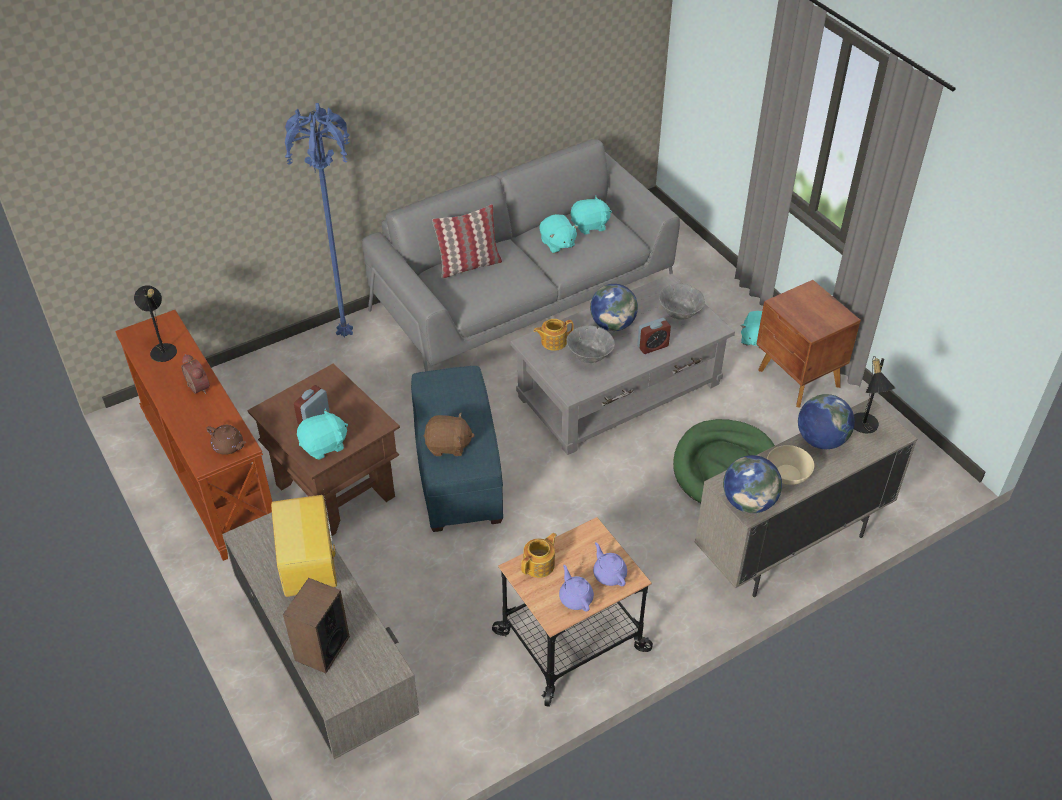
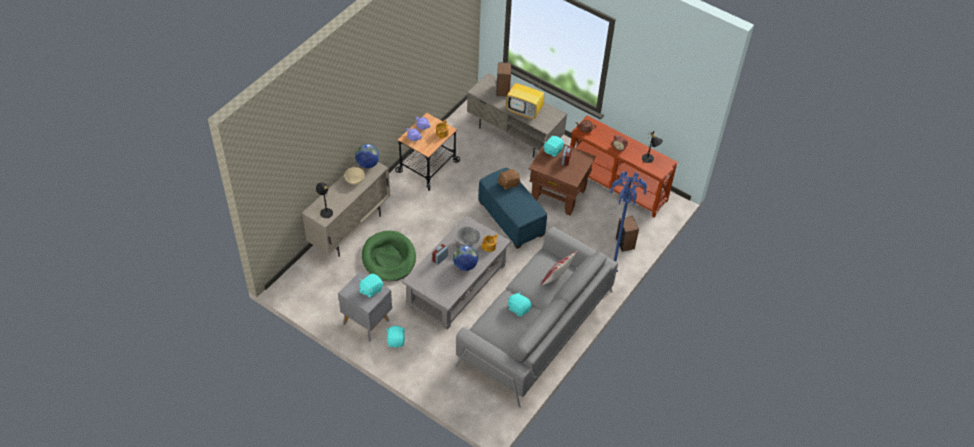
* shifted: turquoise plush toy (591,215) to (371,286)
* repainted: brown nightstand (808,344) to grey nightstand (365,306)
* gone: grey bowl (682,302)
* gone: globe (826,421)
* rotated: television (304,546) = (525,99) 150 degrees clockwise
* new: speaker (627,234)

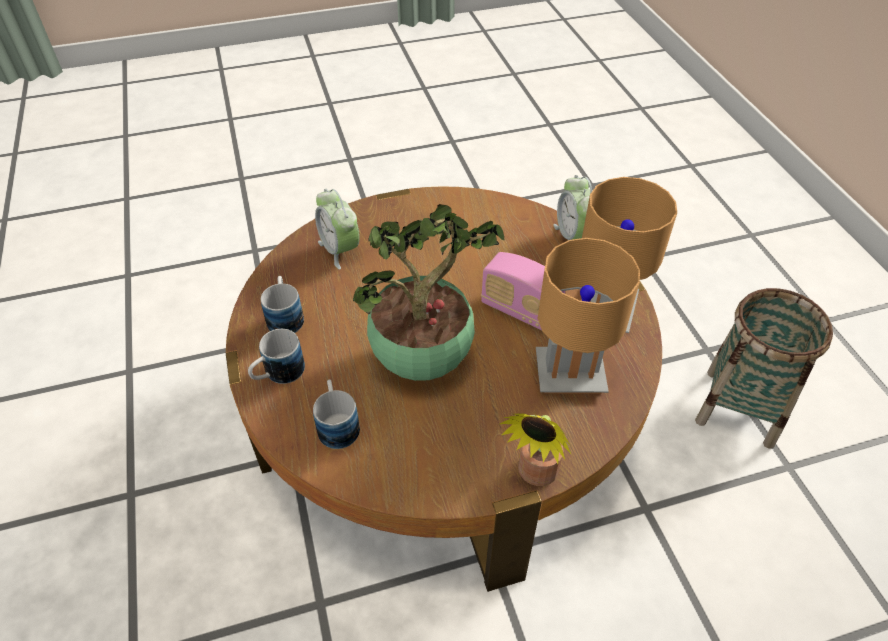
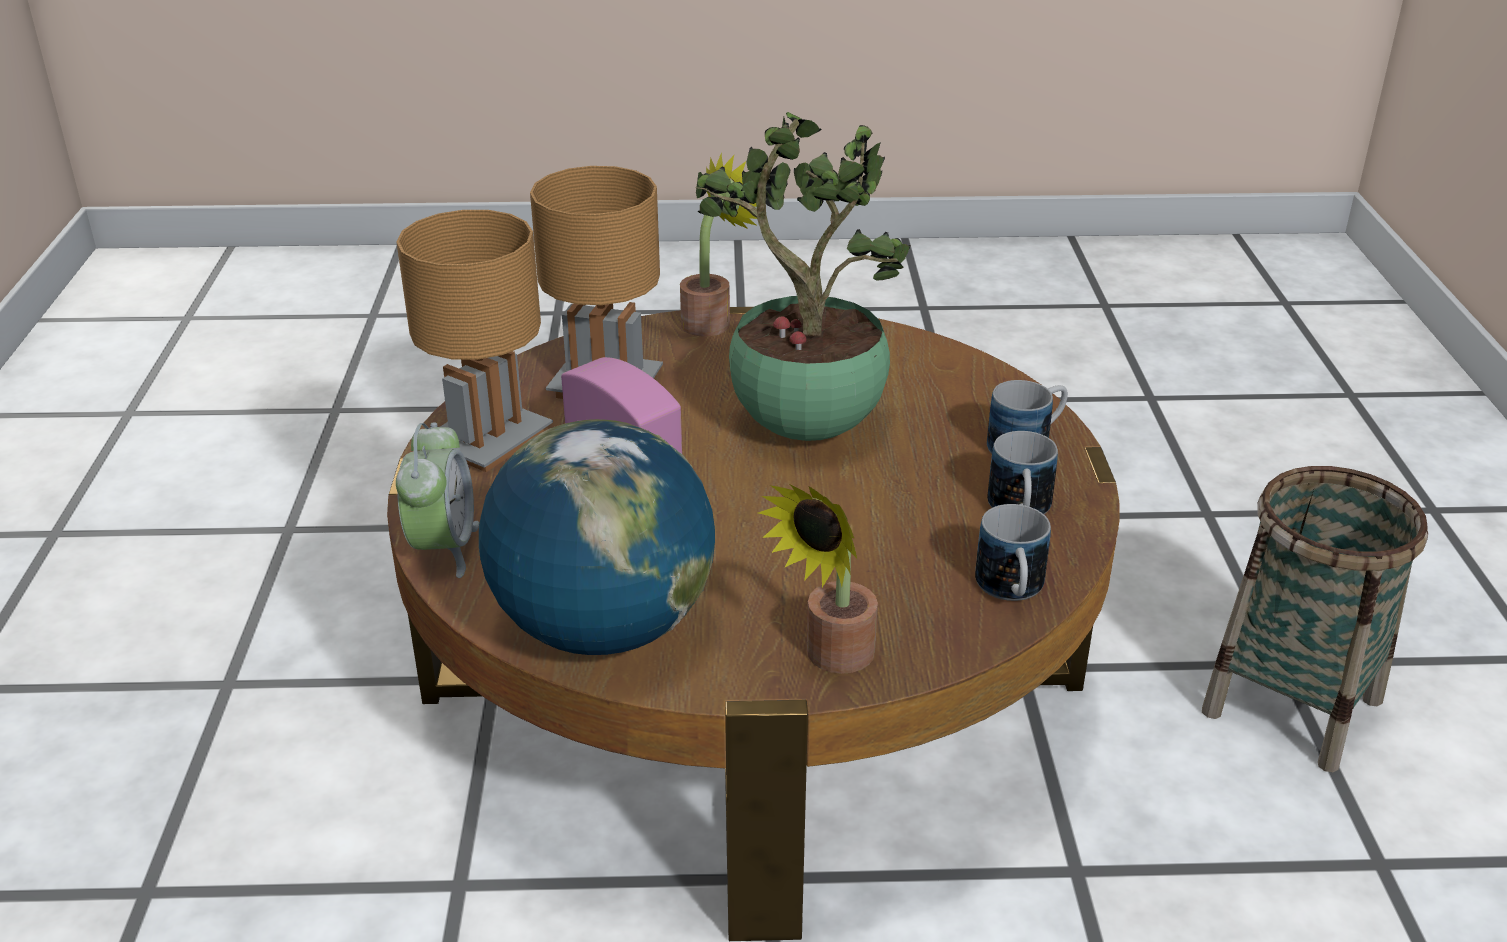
* gone: alarm clock (337,229)
* shifted: basket (764,368) to (1315,619)
* shifted: mug (336,414) to (1013,552)
* new: globe (597,537)
* new: potted plant (818,579)

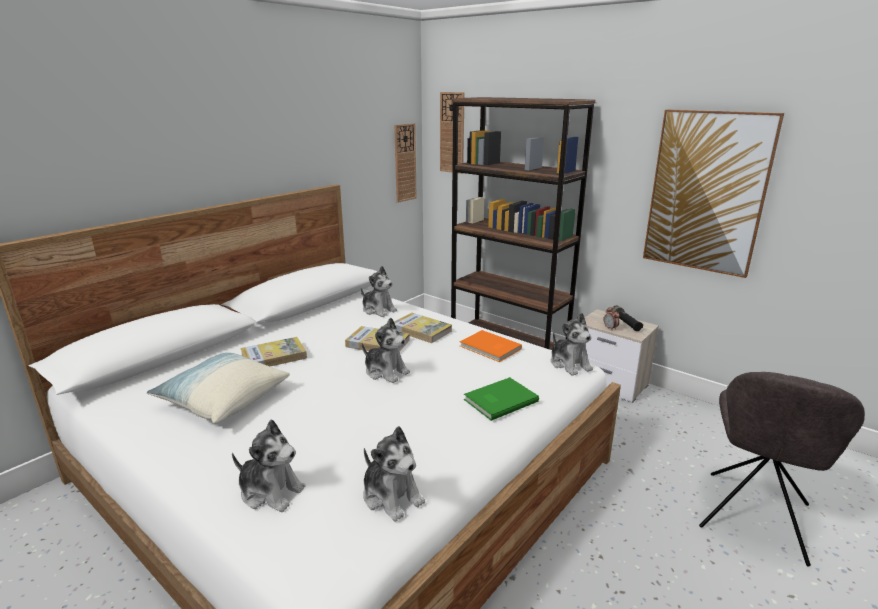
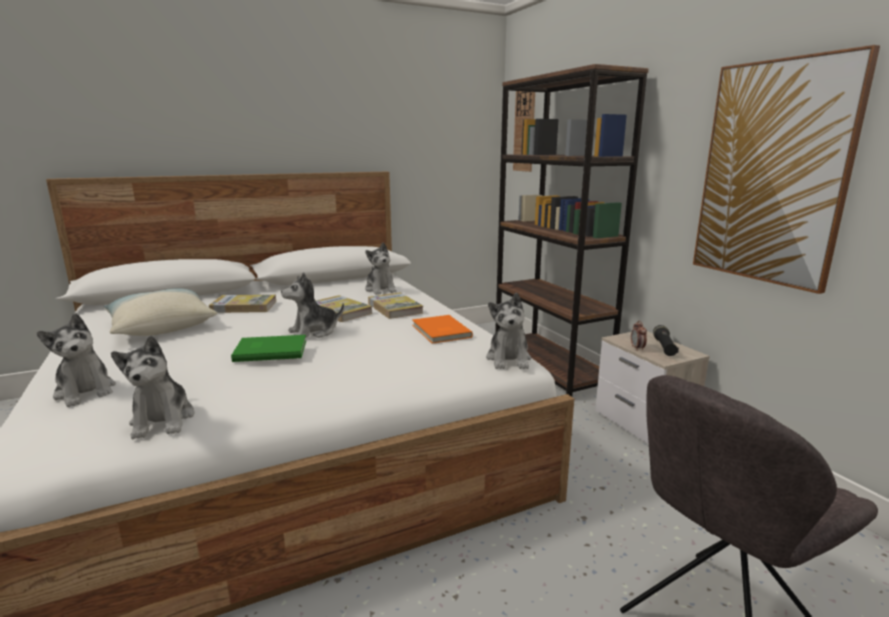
* gone: wall clock (405,163)
* rotated: plush toy (386,350) = (312,305) 90 degrees clockwise
* shifted: green book (501,399) to (268,348)

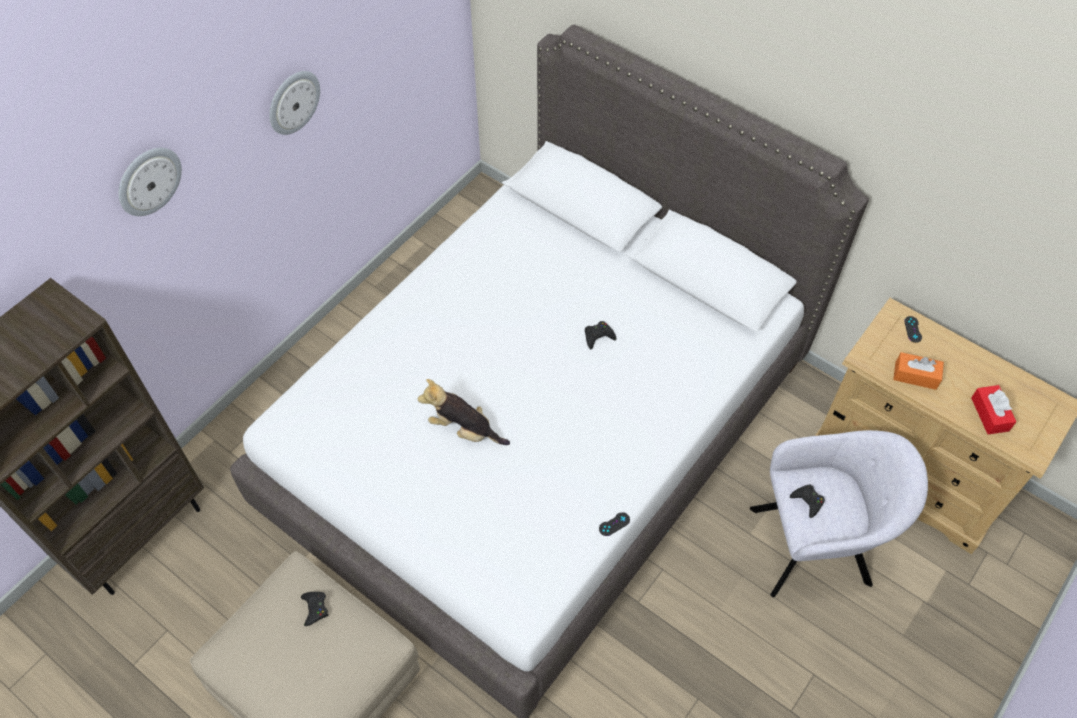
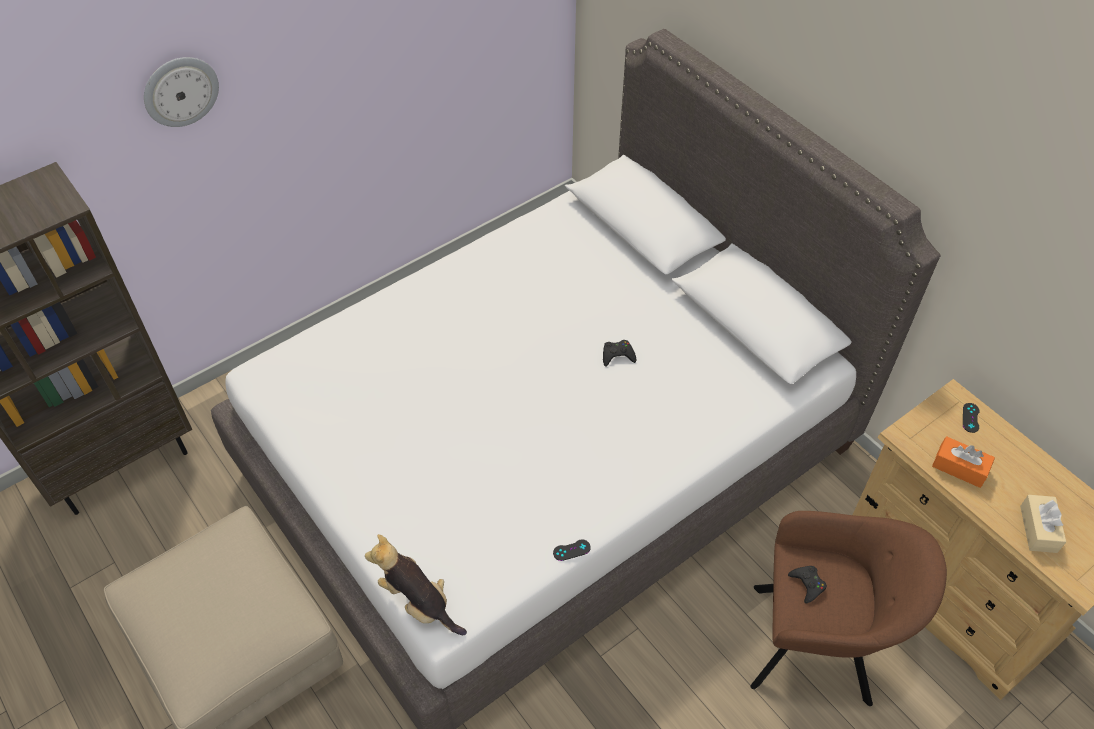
* gone: wall clock (294,103)
* shifted: plush toy (464,412) to (416,584)
* repainted: red tissue box (993,410) to beige tissue box (1043,524)
* repainted: grey armchair (839,513) to brown armchair (848,608)
* gone: black game controller (315,609)

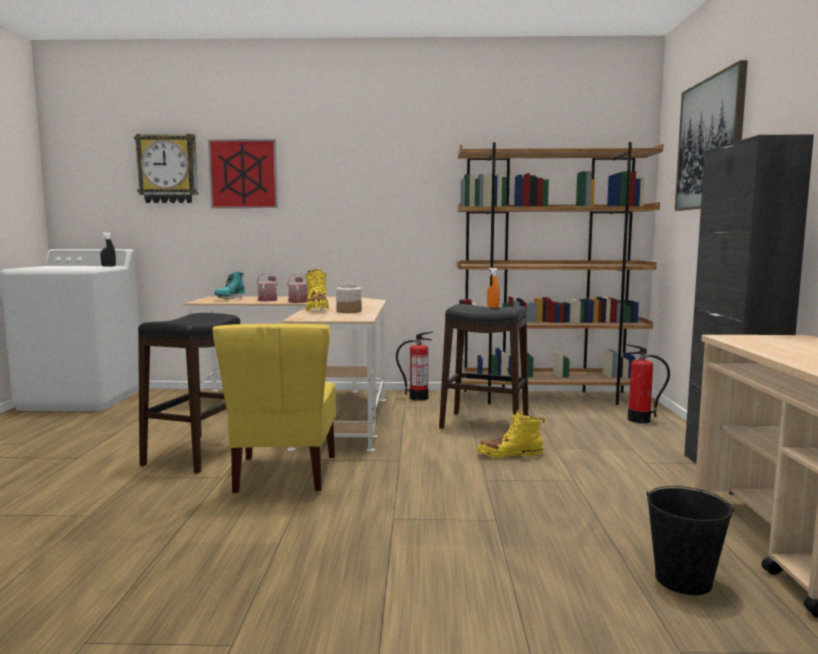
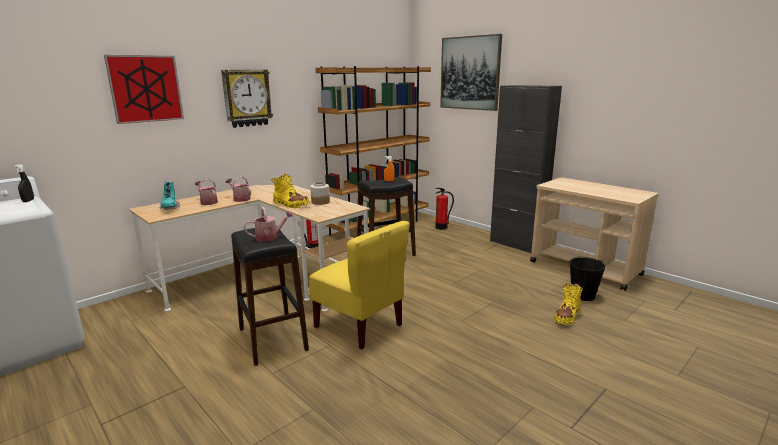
* shifted: wall clock (166,168) to (247,99)
* shifted: yellow boot (511,434) to (568,304)
* new: watering can (268,224)

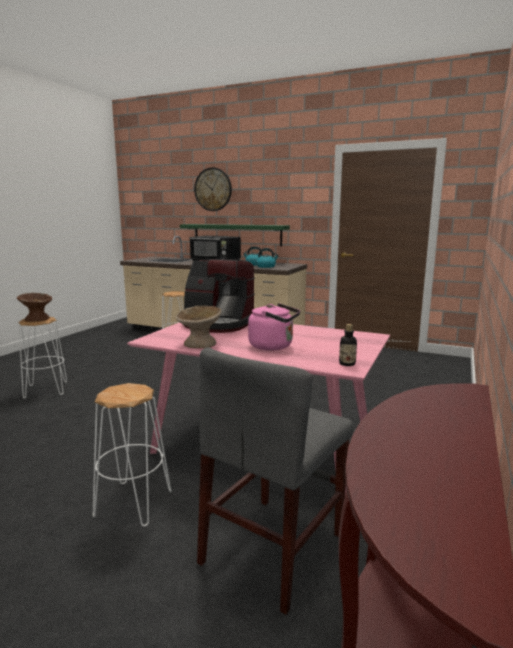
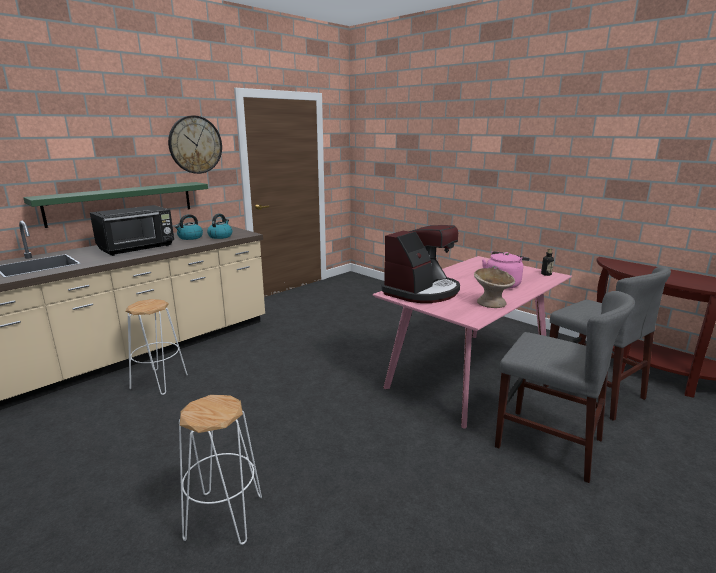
* shifted: wall clock (213,189) to (195,144)
* gone: brown bowl (34,307)
* swapped: white stool (131,455) to grey chair (565,387)

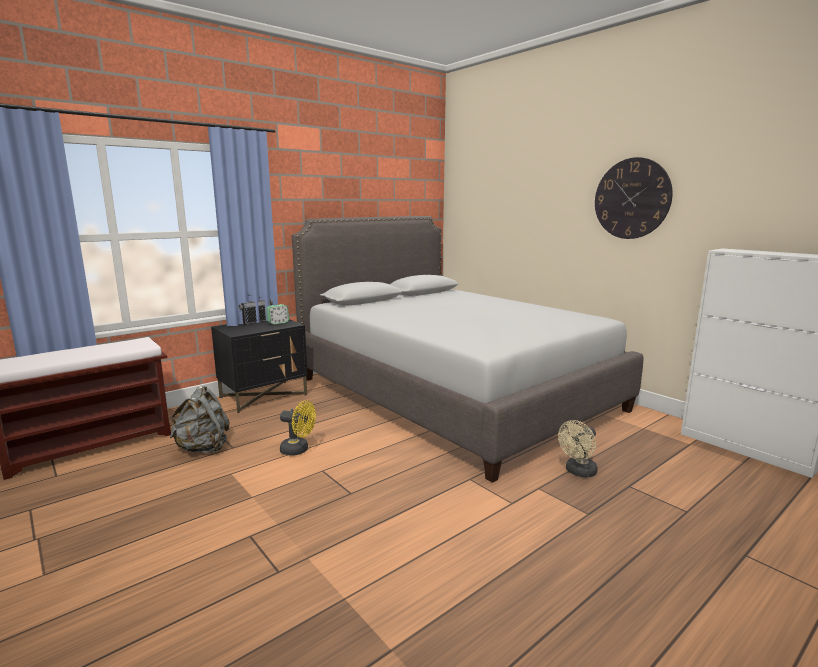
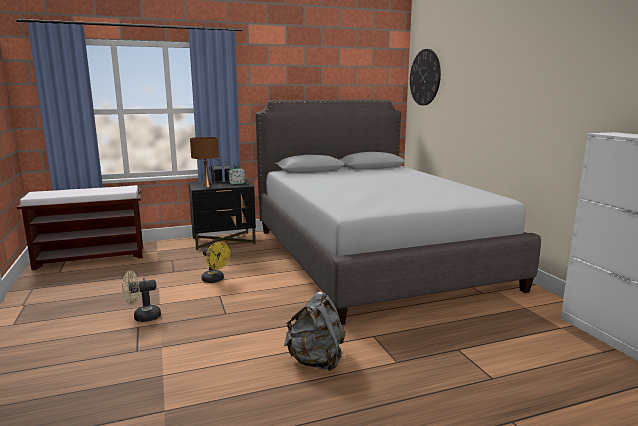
* shifted: wall clock (634,198) to (425,77)
* shifted: grey backpack (200,419) to (314,331)
* shifted: beige fan (578,448) to (141,296)
* new: brown table lamp (204,162)

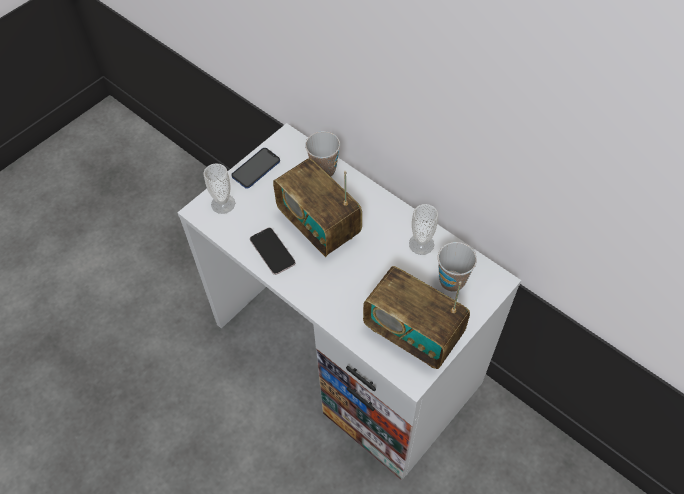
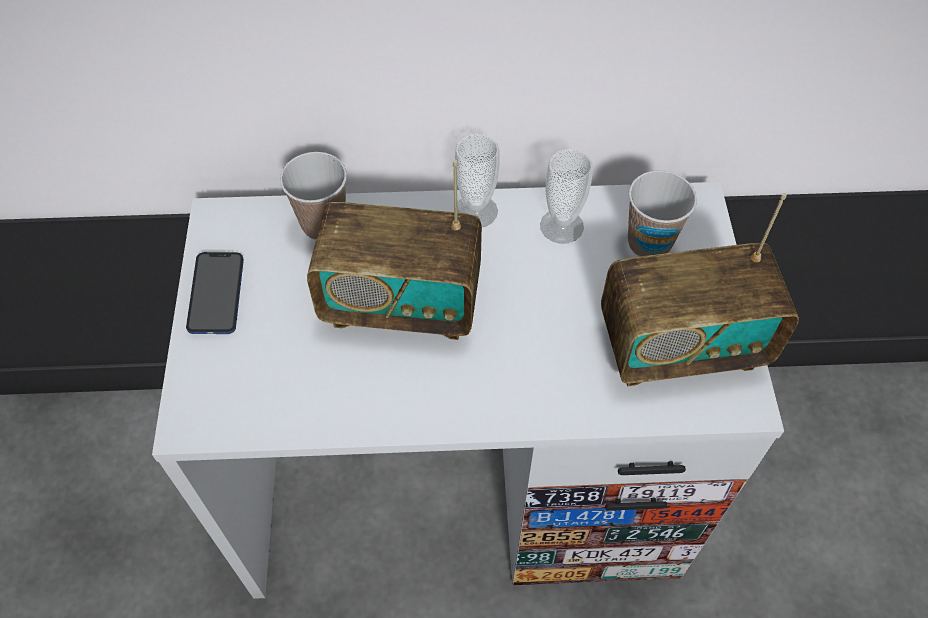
* shifted: cup (219,188) to (477,180)
* gone: phone (272,251)

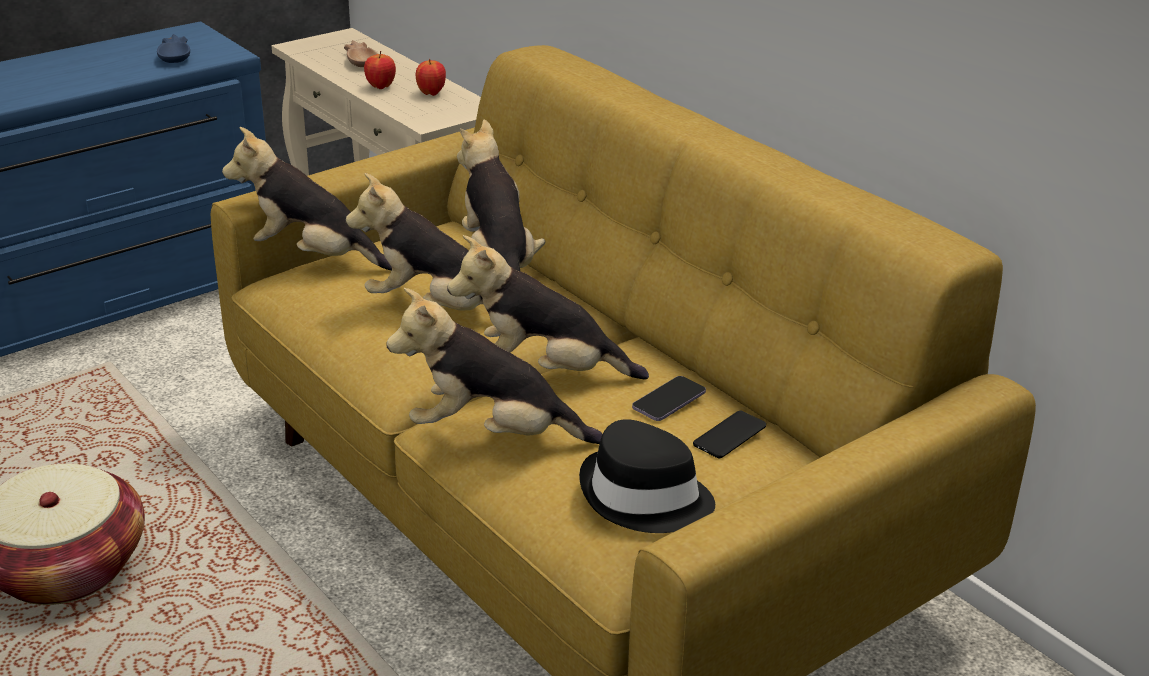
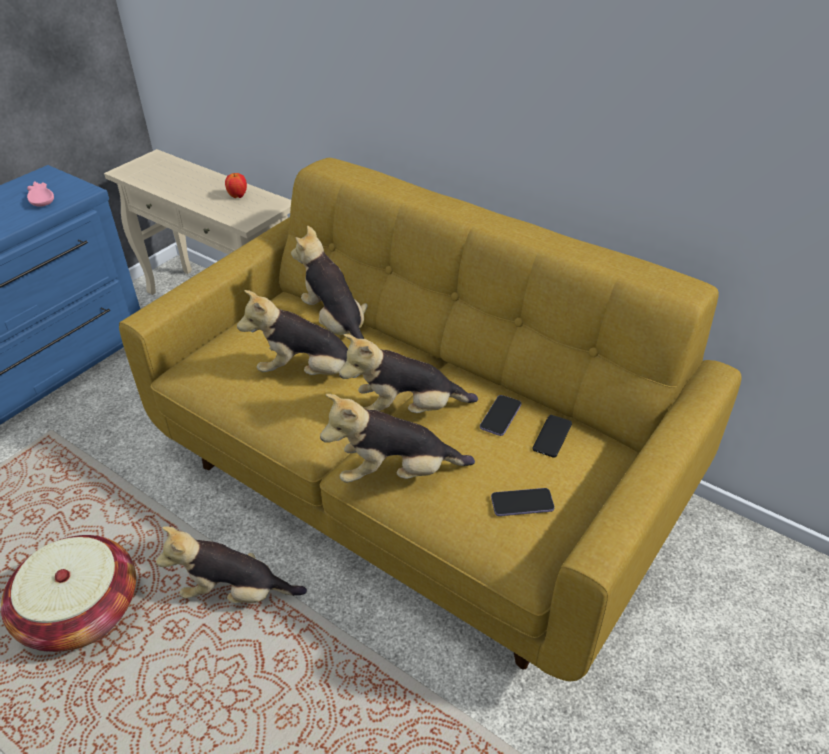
* repainted: blue bowl (173,48) to pink bowl (40,194)
* gone: brown bowl (361,53)
* gone: apple (380,70)
* shifted: plush toy (307,198) to (231,564)
* swapped: black hat (647,476) to phone (523,502)

